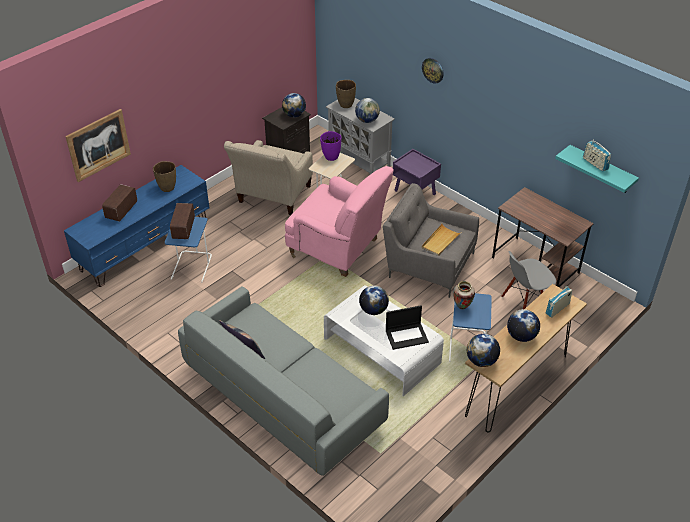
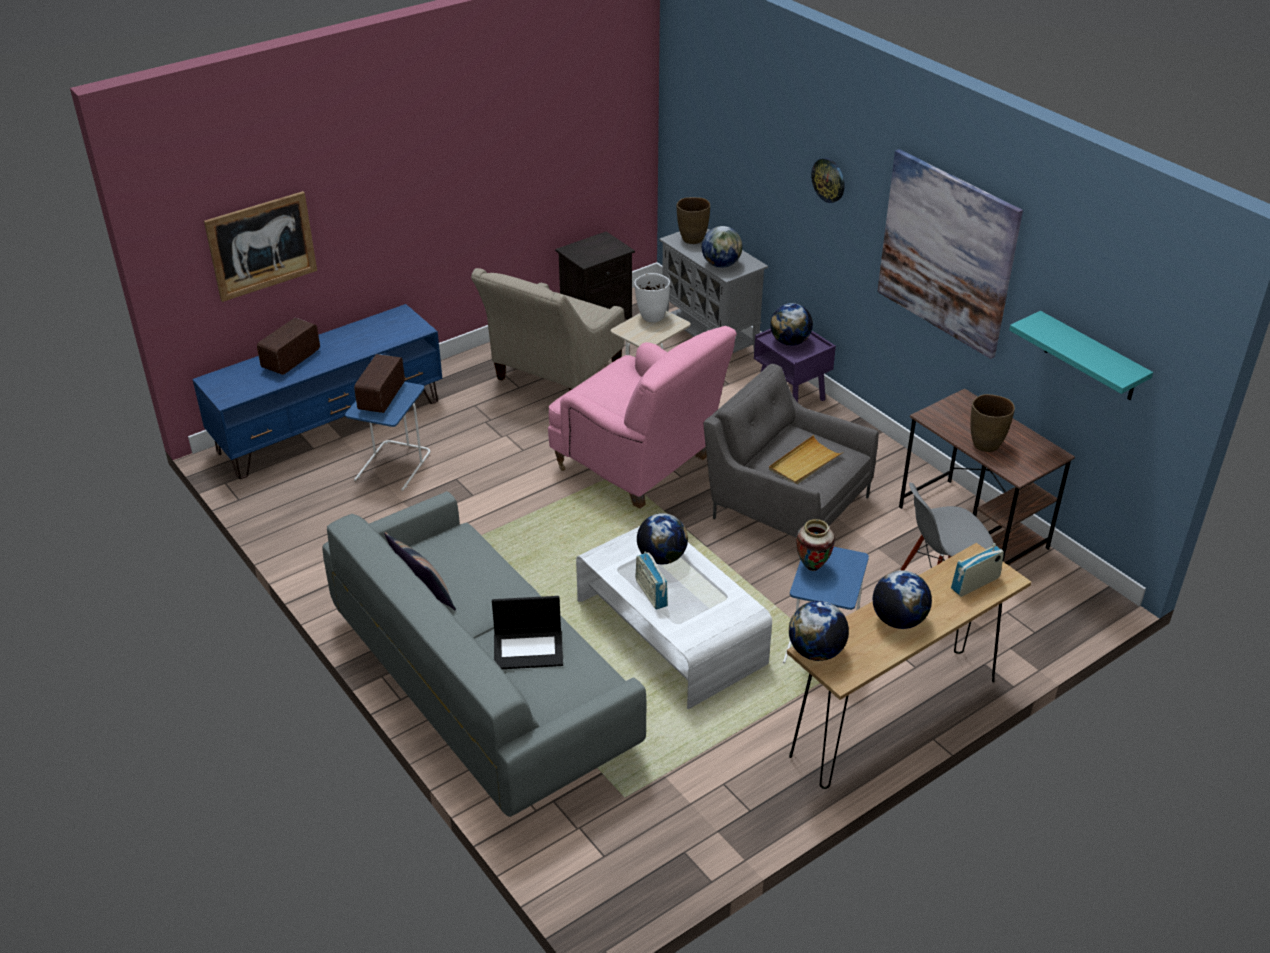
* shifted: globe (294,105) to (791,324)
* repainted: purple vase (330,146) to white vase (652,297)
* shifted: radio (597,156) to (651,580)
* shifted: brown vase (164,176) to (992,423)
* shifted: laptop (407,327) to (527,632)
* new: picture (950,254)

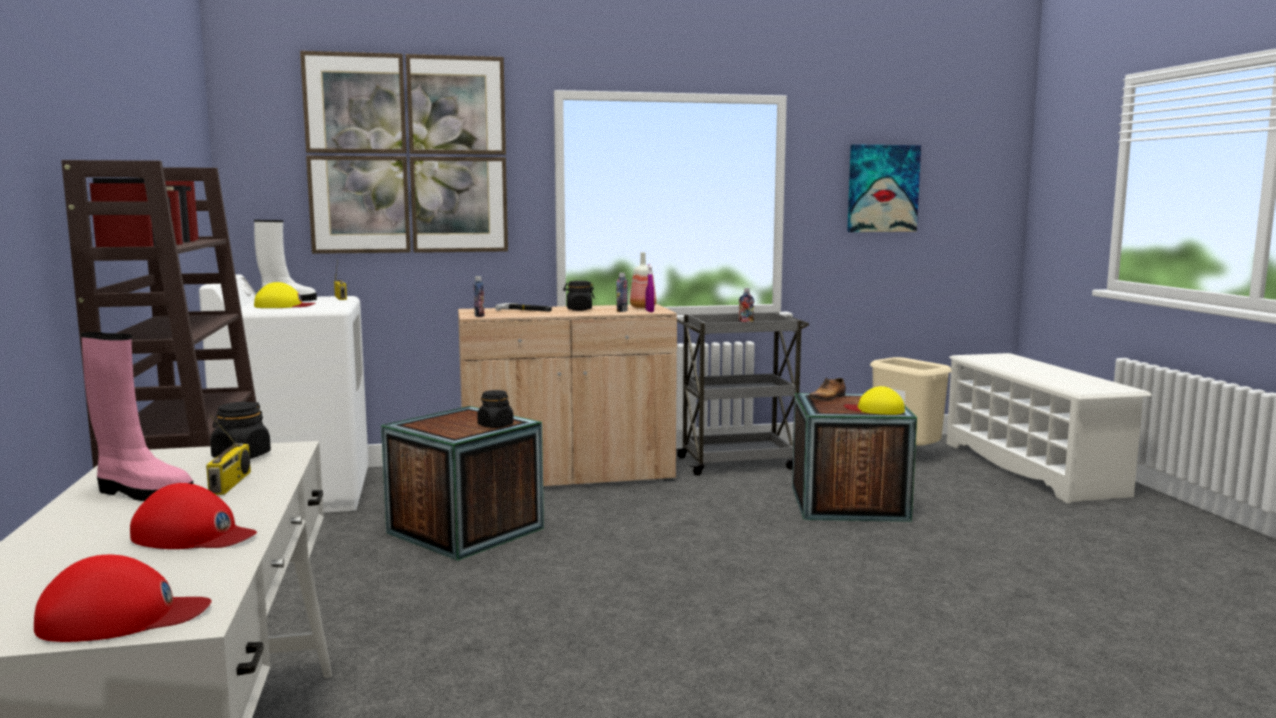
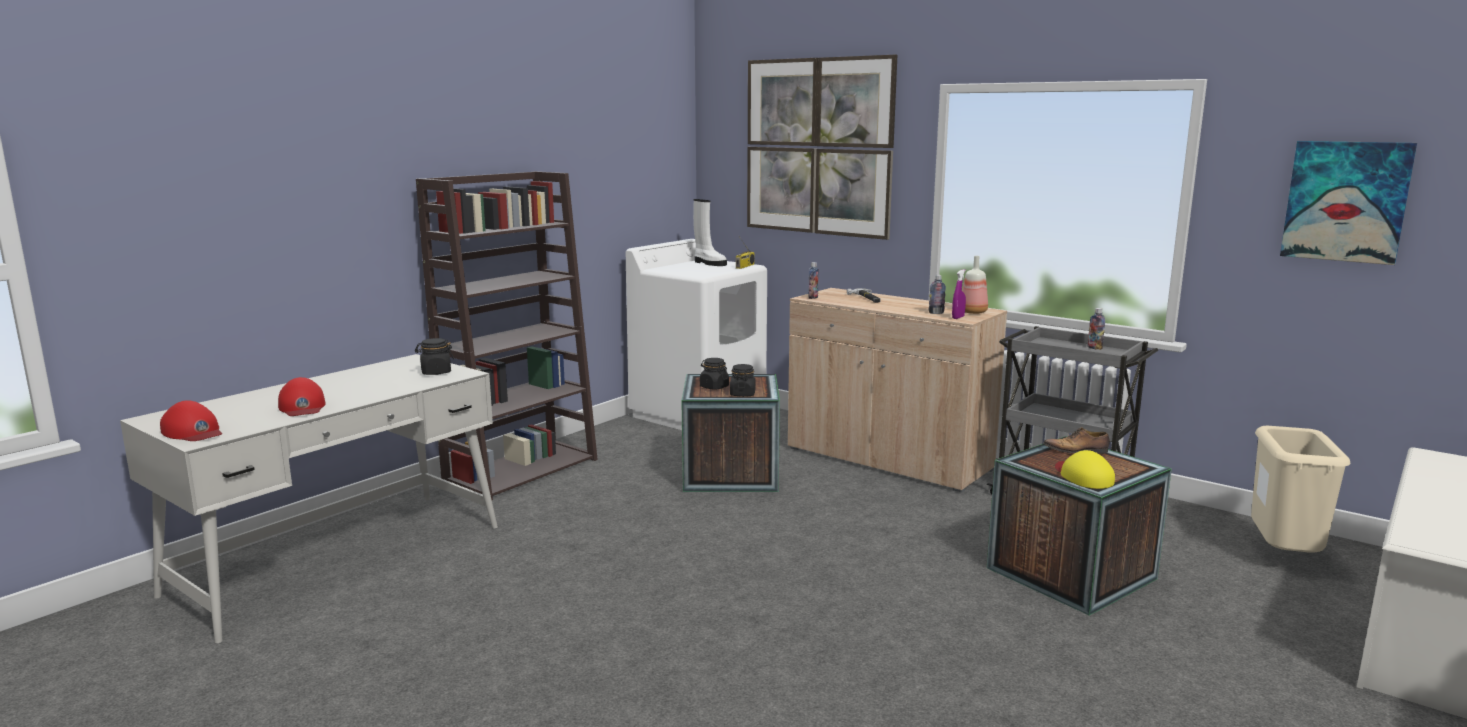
* shifted: black jar (579,296) to (714,374)
* gone: yellow cap (285,295)
* gone: pink boot (137,416)
* gone: radio (228,454)

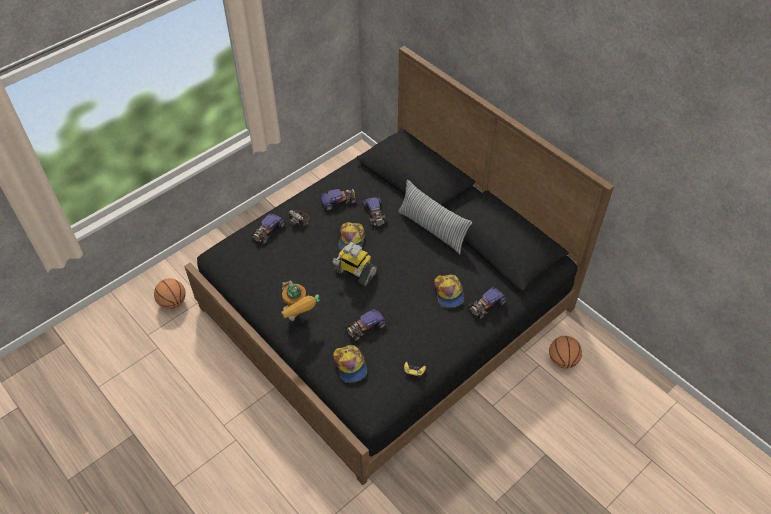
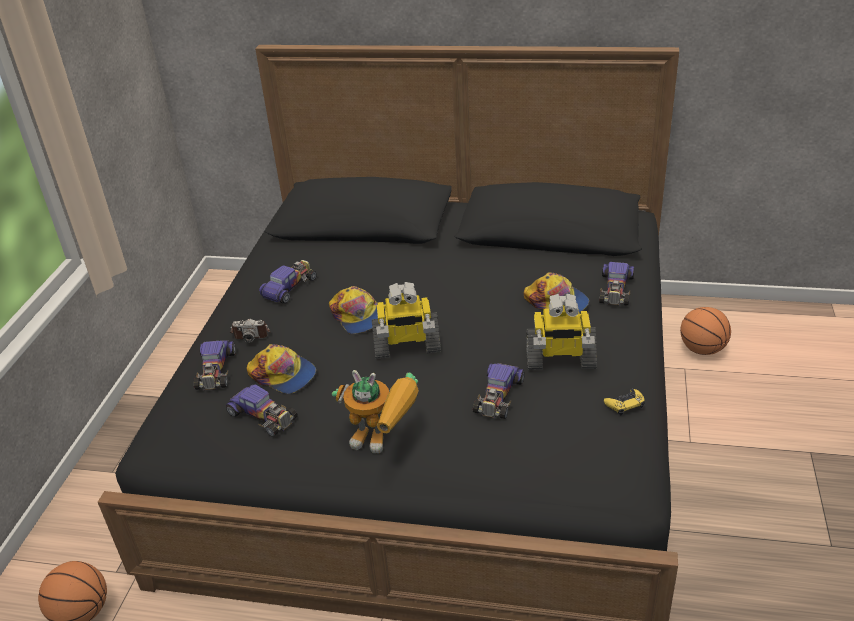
* gone: pillow (435,217)
* shifted: toy car (374,212) to (262,411)
* shifted: cap (350,364) to (281,369)
* new: toy robot (561,331)

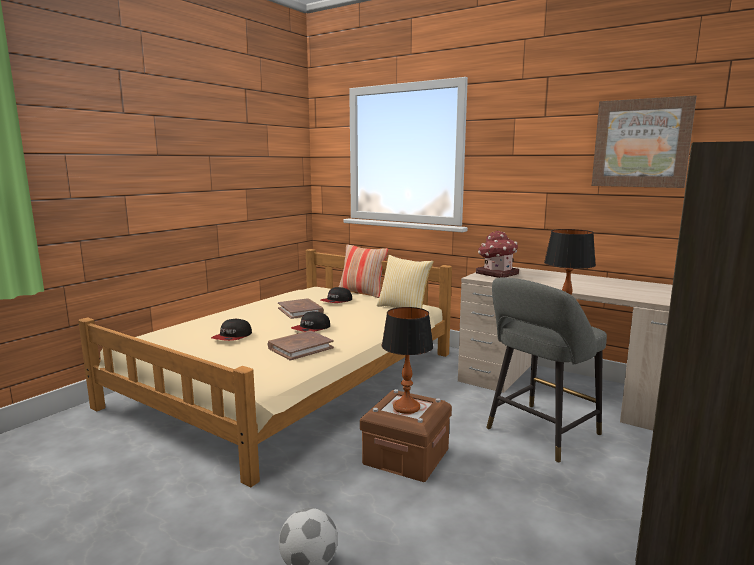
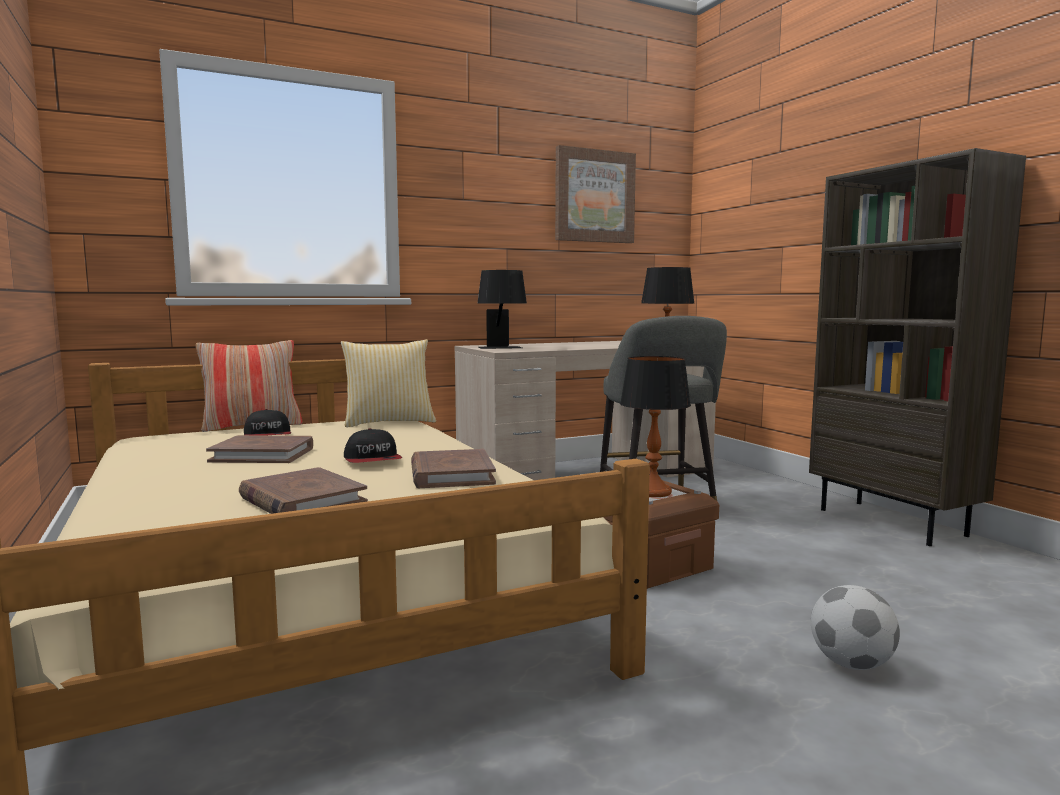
* swapped: toy house (497,254) to black table lamp (502,309)
* swapped: cap (231,330) to brown book (303,490)

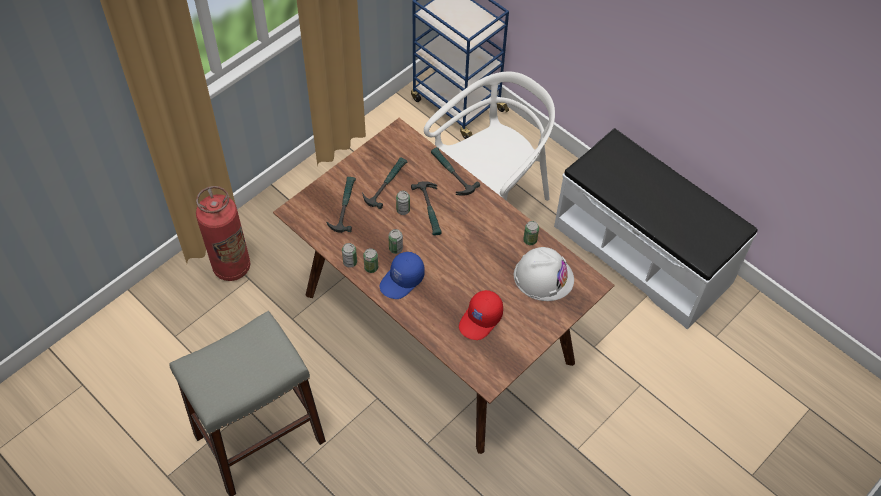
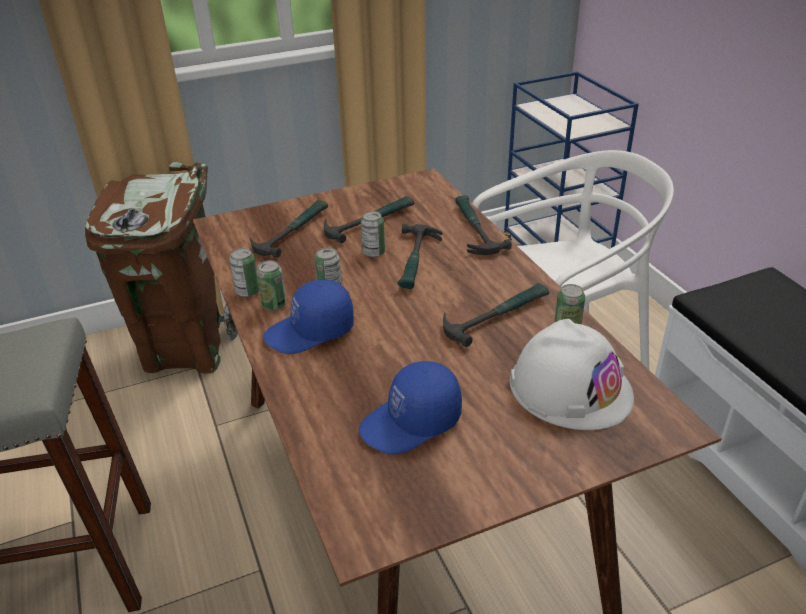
* swapped: fire extinguisher (223,233) to brown trash can (161,267)
* repainted: red cap (481,315) to blue cap (410,408)
* new: hammer (496,315)

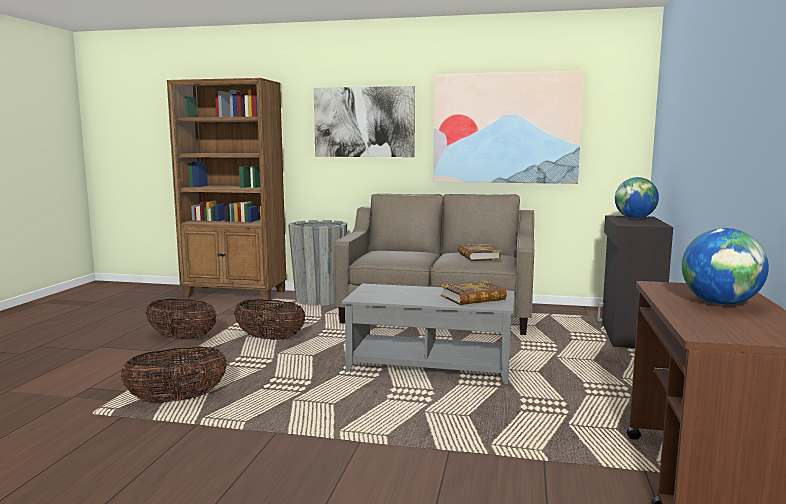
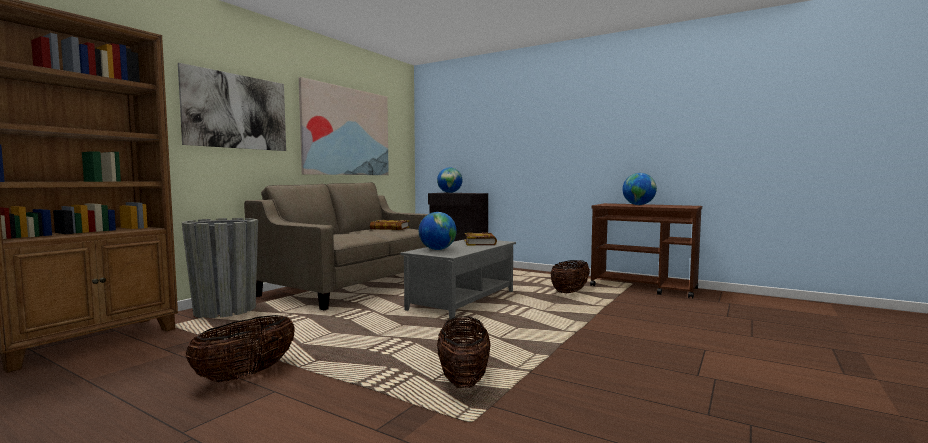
* shifted: basket (269,319) to (570,276)
* new: globe (438,231)

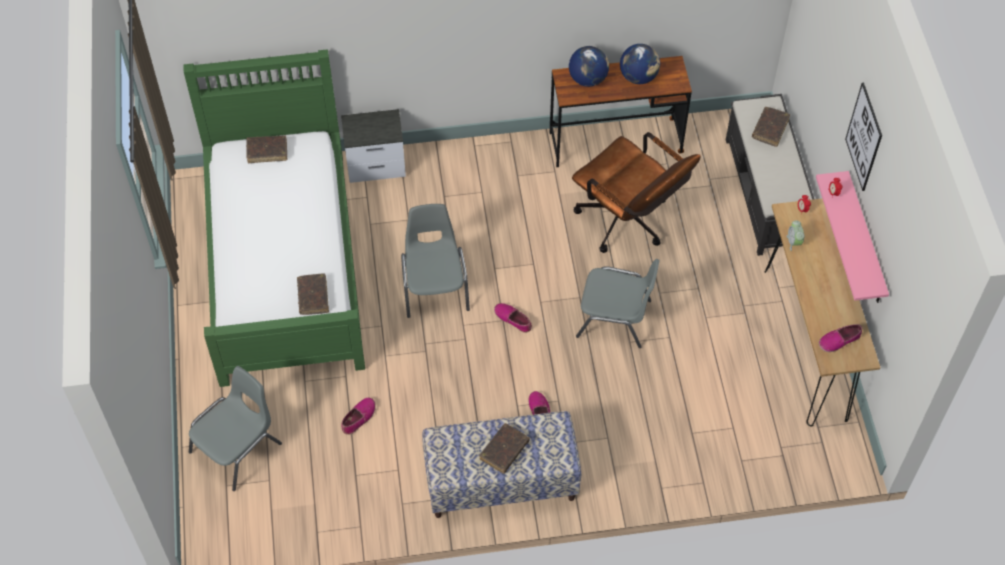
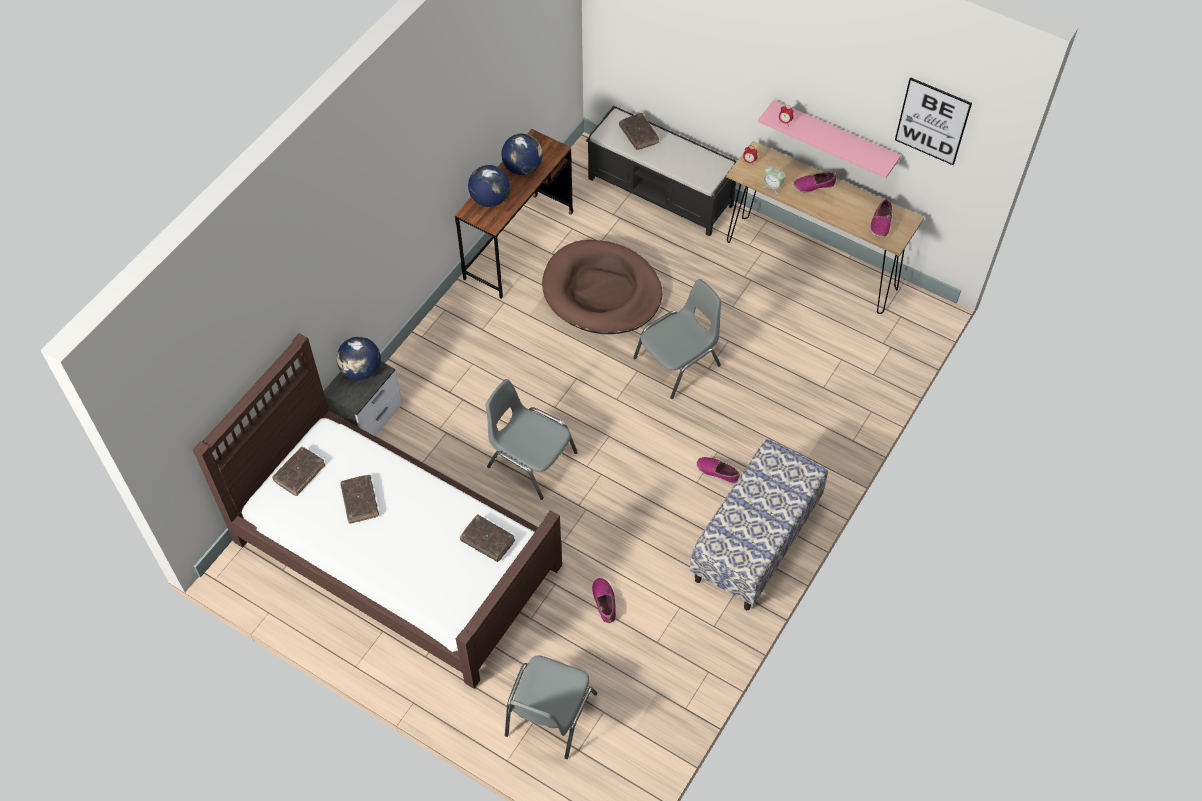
* repainted: green bed (274,218) to brown bed (377,511)
* shifted: picture (863,136) to (933,121)
* swapped: brown office chair (636,192) to brown dog bed (602,287)
* shifted: shoe (513,318) to (814,182)
* rotated: grey chair (235,428) = (551,707) 150 degrees counterclockwise
* shifted: brown book (504,448) to (359,499)
* new: globe (358,358)

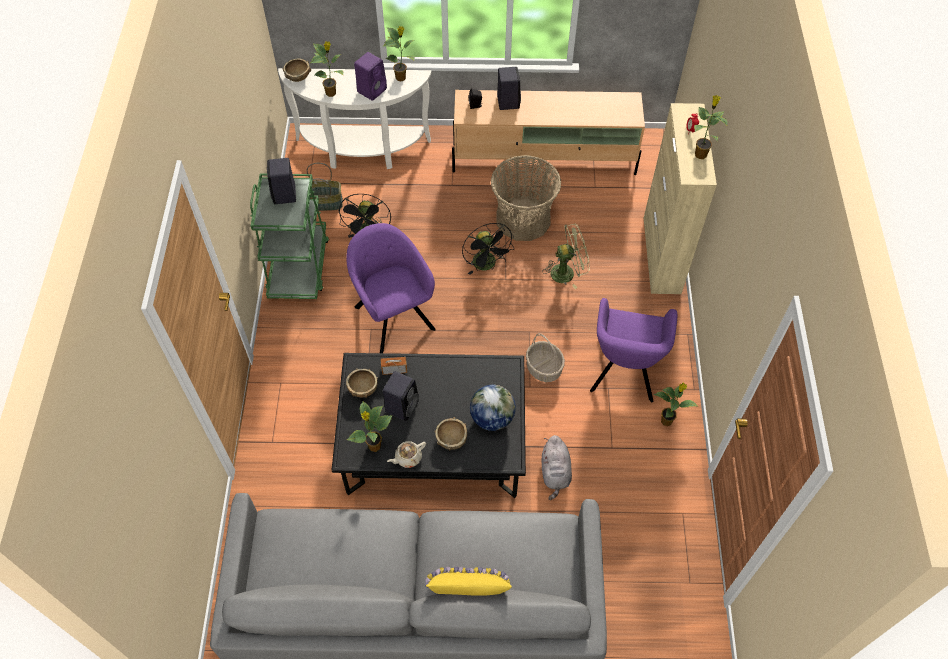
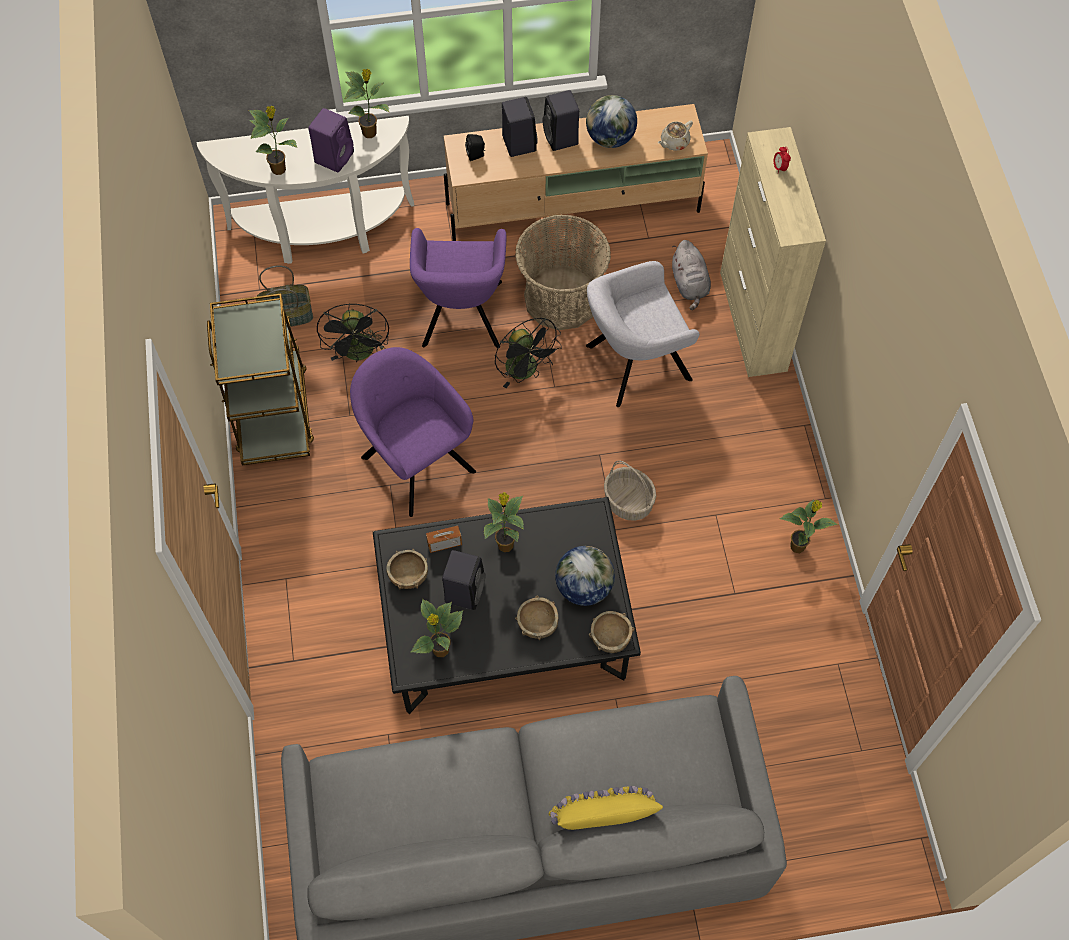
* shifted: brown bowl (296,70) to (612,632)
* shifted: potted plant (710,127) to (504,522)
* shifted: black speaker (281,181) to (561,120)
* repainted: green cart (289,236) to brown cart (260,379)
* swapped: green fan (566,256) to grey armchair (643,334)
* shifted: purple armchair (633,350) to (458,288)
* shifted: grey plush toy (557,467) to (691,275)
* shifted: beige teapot (406,454) to (675,136)
* new: globe (611,121)

